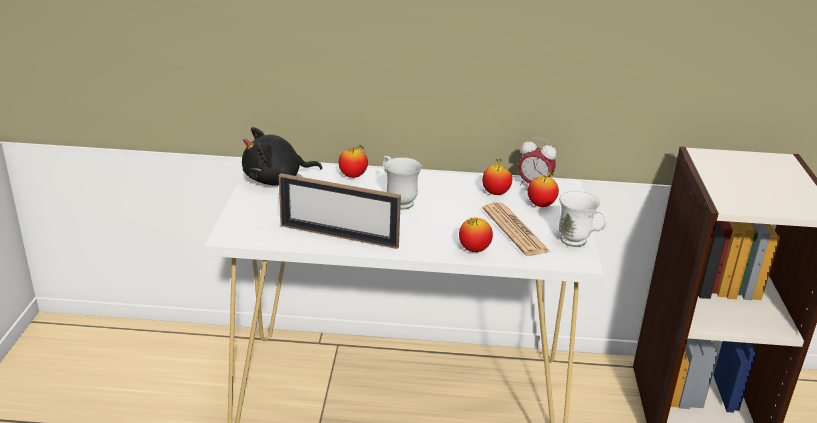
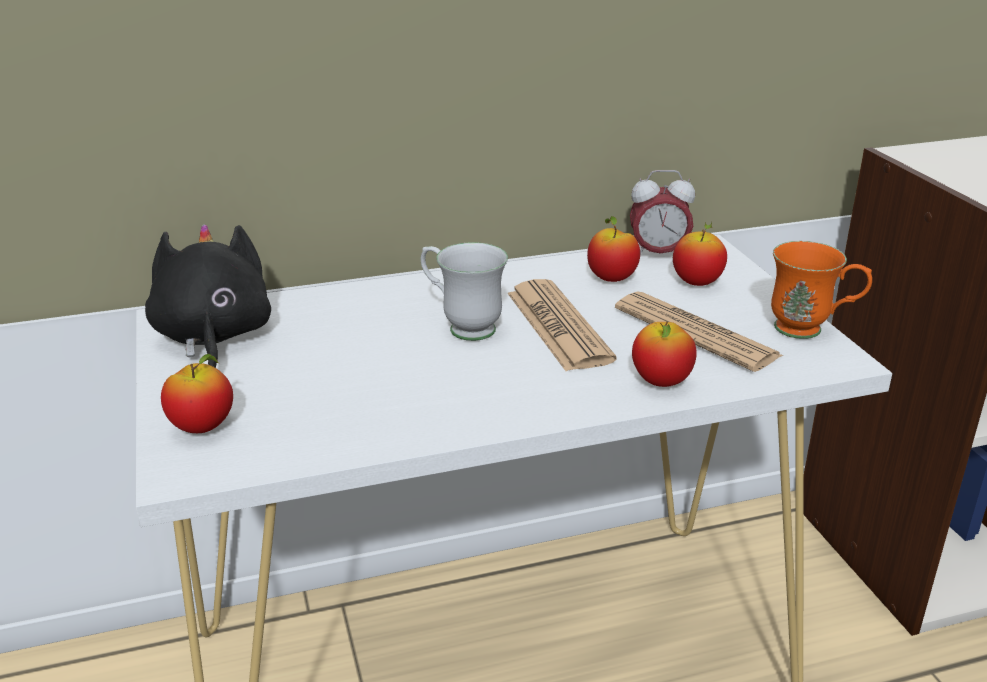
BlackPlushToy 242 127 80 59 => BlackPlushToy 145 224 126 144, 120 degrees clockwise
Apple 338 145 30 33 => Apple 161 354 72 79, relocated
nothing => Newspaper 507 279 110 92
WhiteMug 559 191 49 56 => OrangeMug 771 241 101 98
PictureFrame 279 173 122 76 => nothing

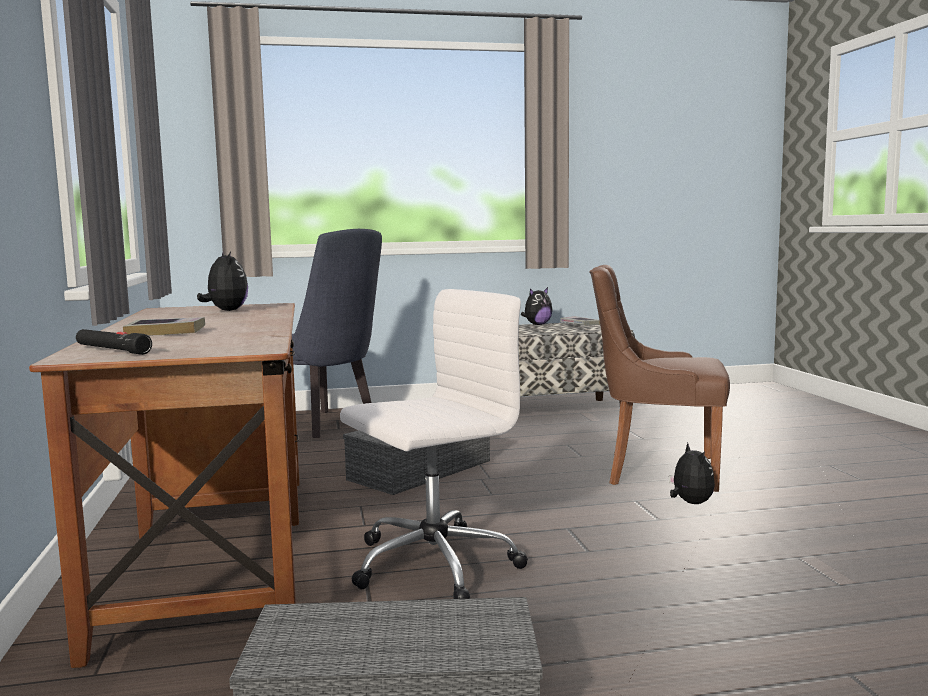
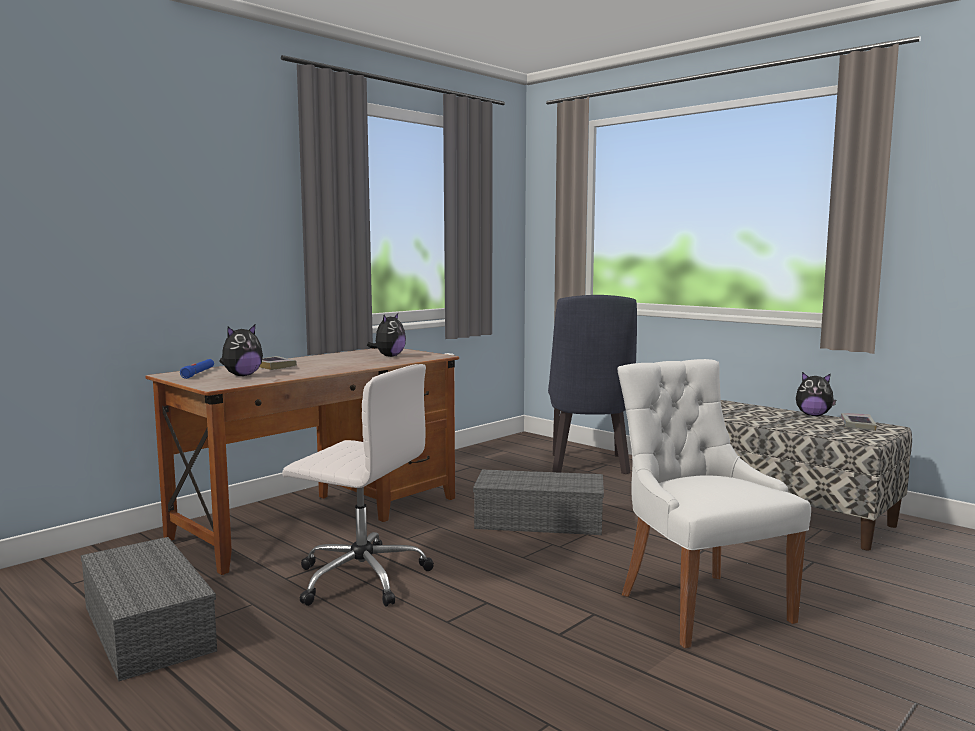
BlackFlashlight 76 329 76 26 => BlueFlashlight 180 359 34 20
PlushToy 669 443 46 61 => PlushToy 219 325 44 51, relocated
BrownChair 589 265 141 227 => WhiteChair 618 359 193 289

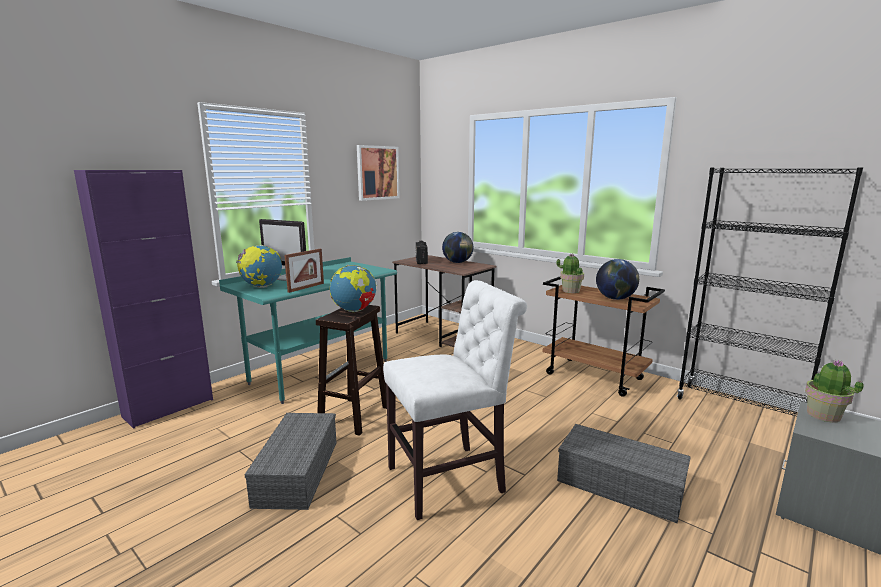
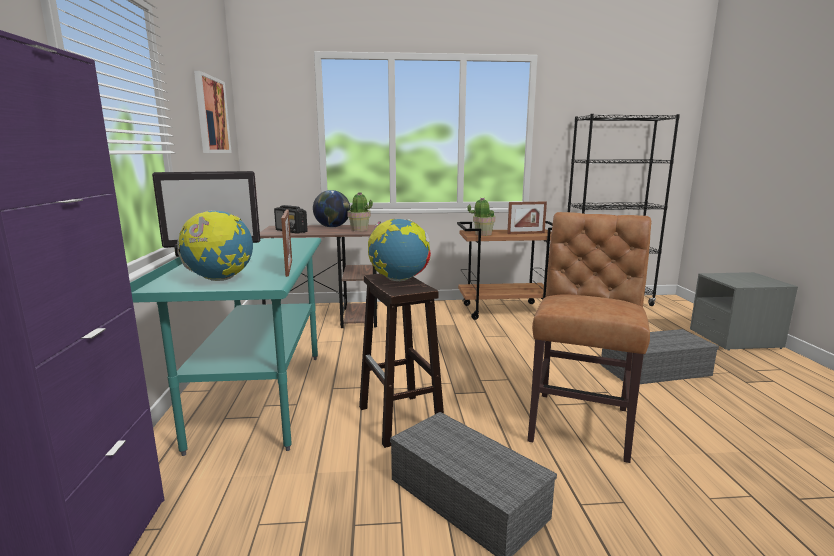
PottedPlant 805 360 59 63 => PottedPlant 347 192 26 39, relocated
Globe 596 259 43 41 => PictureFrame 507 201 40 33
WhiteChair 383 280 144 240 => BrownChair 528 212 123 251

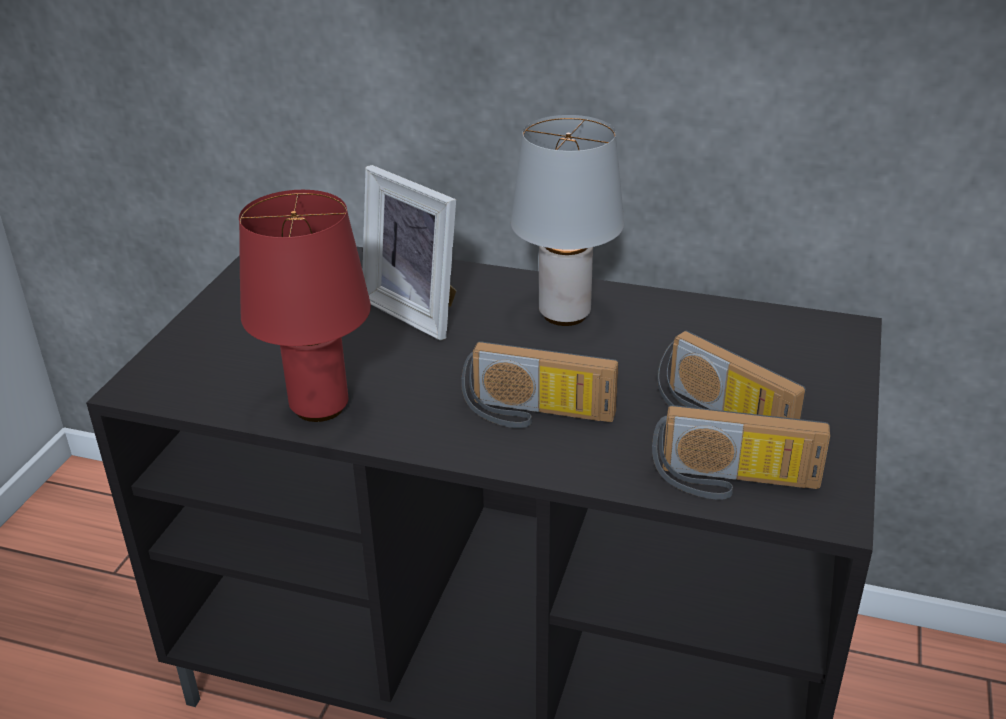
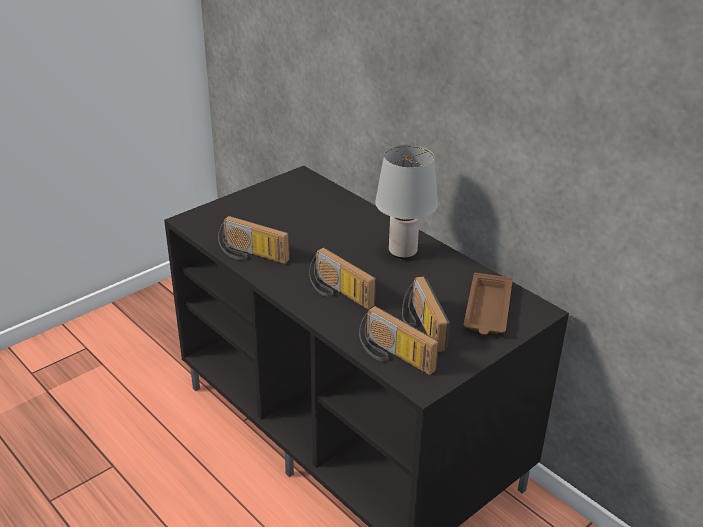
RedTableLamp 239 190 132 232 => Radio 218 216 72 48
nothing => BrownTray 464 273 49 62
PictureFrame 362 165 94 175 => nothing

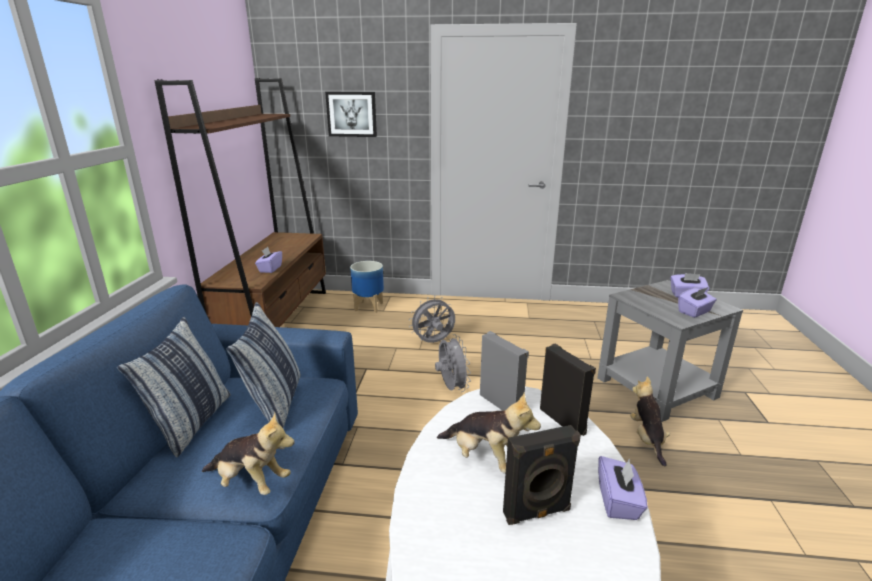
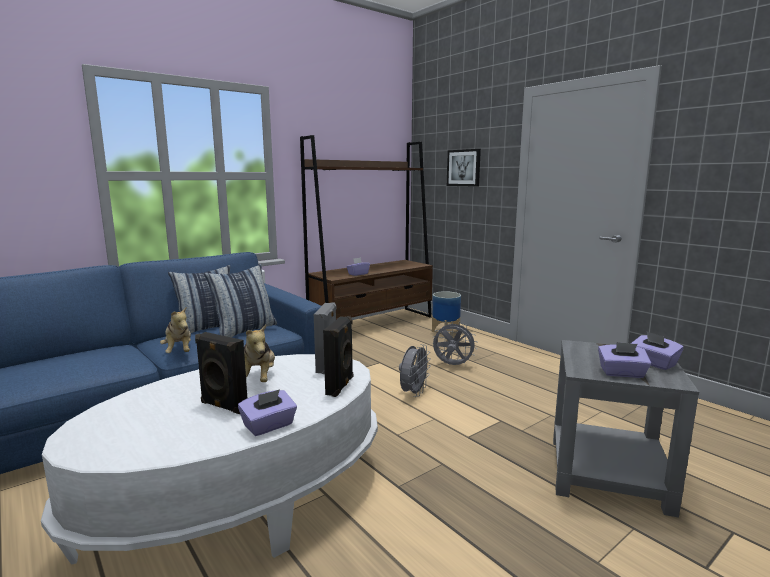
PlushToy 630 376 40 90 => nothing

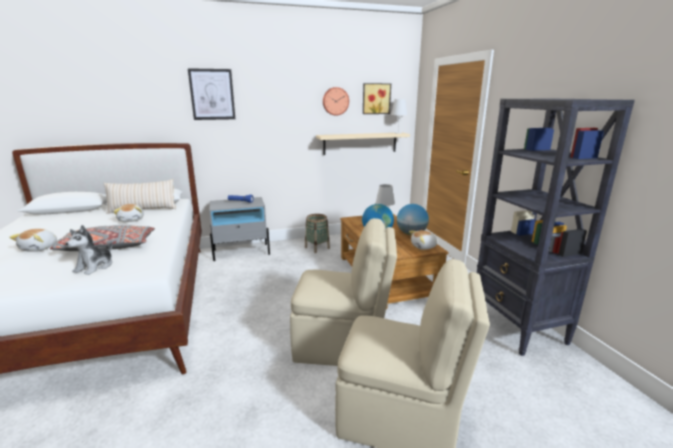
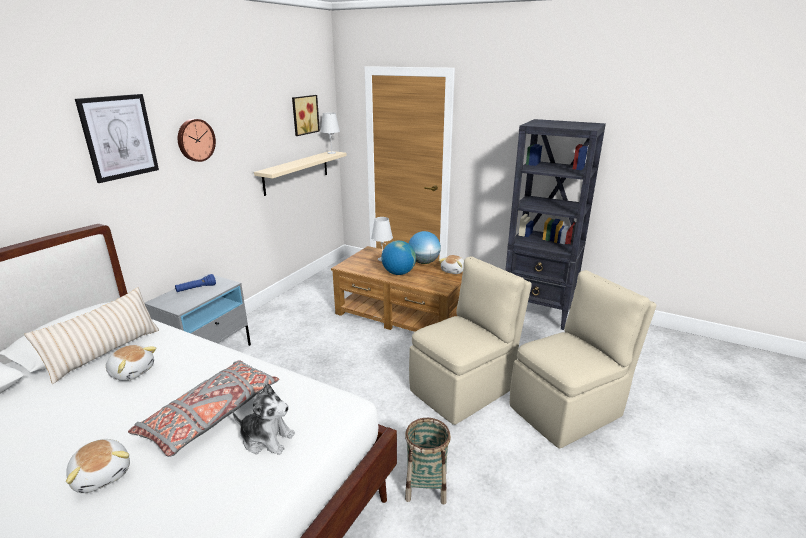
WallClock 323 87 26 28 => WallClock 178 119 38 43, relocated
PlushToy 65 225 47 50 => PlushToy 232 383 63 72, 45 degrees counterclockwise
Basket 305 214 25 39 => Basket 405 418 46 87, relocated

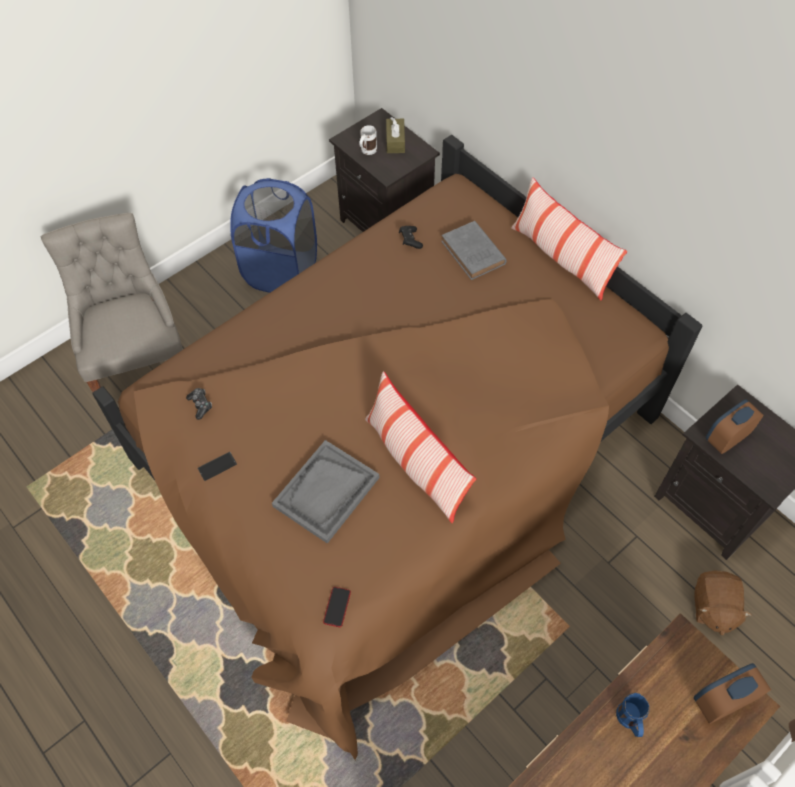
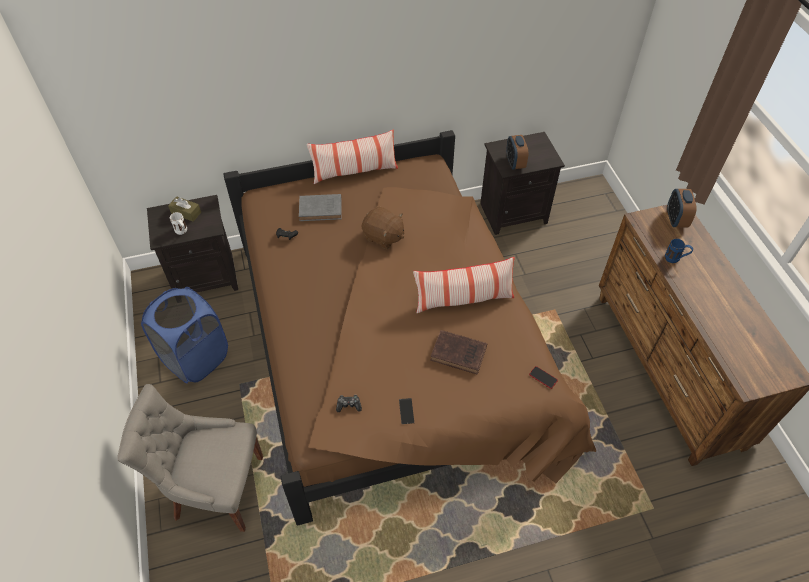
BrownPlushToy 694 571 58 65 => BrownPlushToy 361 207 43 43, relocated
GreyTray 272 440 107 104 => BrownBook 430 330 57 45

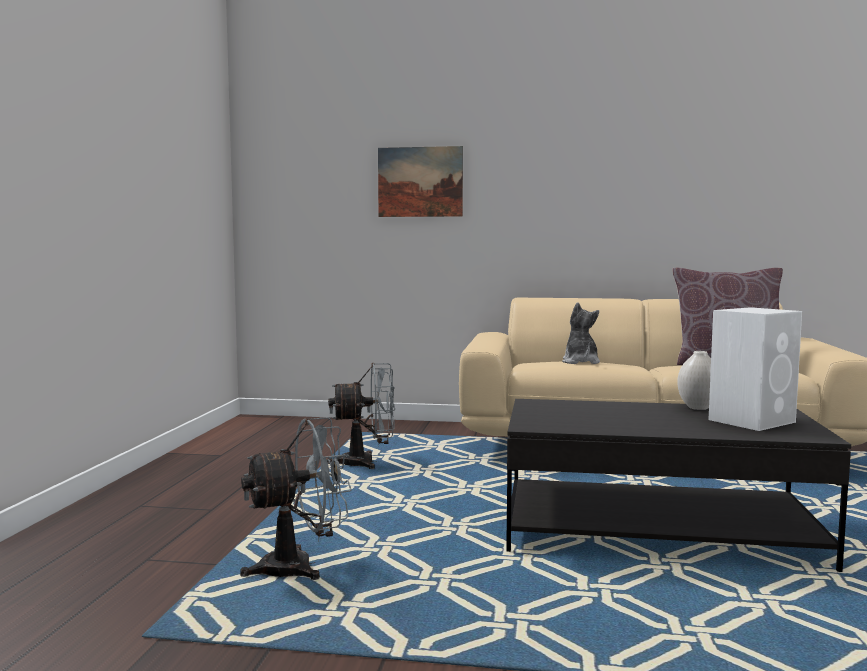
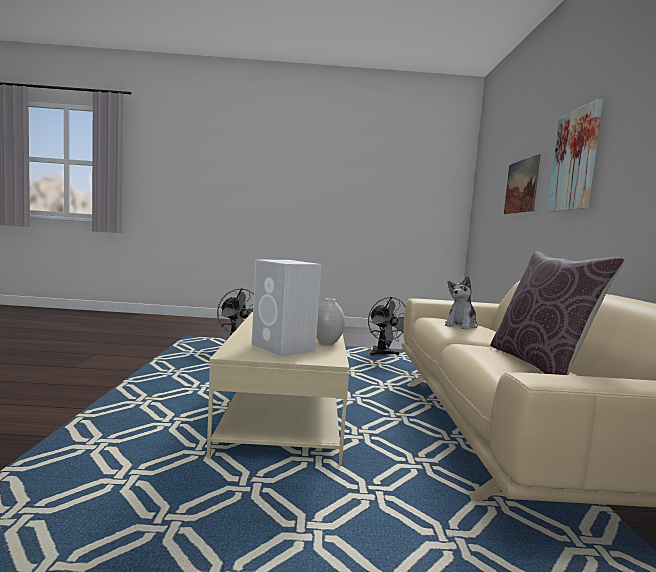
BlackCoffeeTable 506 399 345 173 => BeigeCoffeeTable 207 312 142 153
PlushToy 562 302 38 62 => PlushToy 445 276 33 54, 135 degrees clockwise
nothing => Picture 547 99 56 113

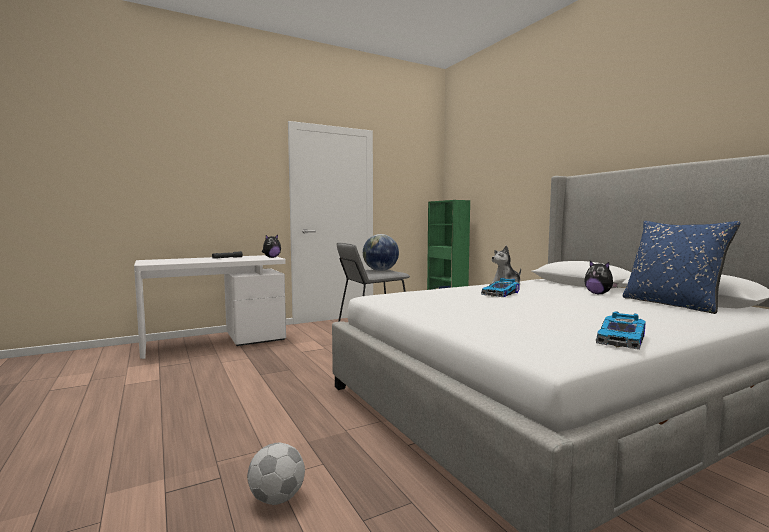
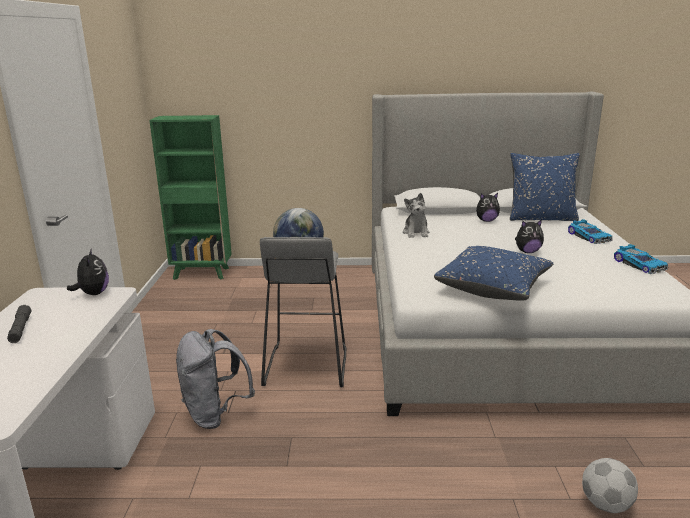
nothing => GreyBackpack 176 329 79 100
nothing => BluePillow 434 246 119 55
nothing => PlushToy 515 220 29 33
ToyCar 481 278 39 19 => ToyCar 568 219 45 25, relocated

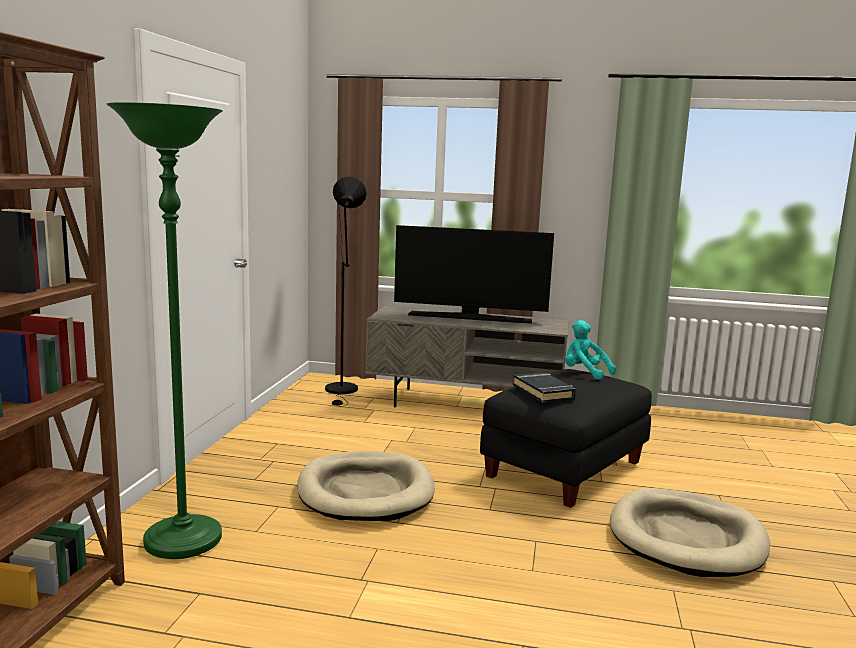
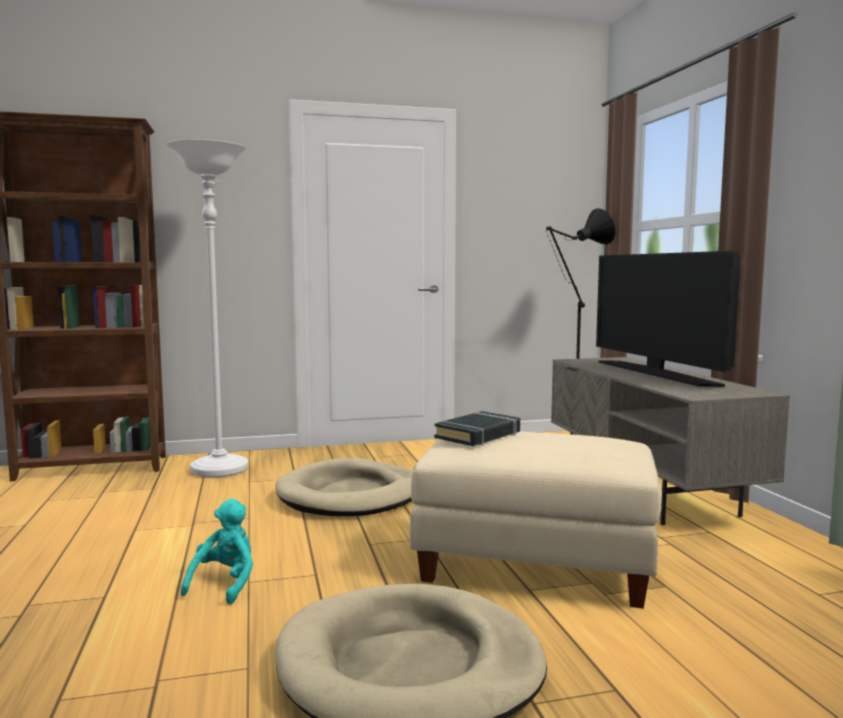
GreenFloorLamp 107 102 116 457 => WhiteFloorLamp 166 139 82 339
TurquoisePlushToy 565 320 51 60 => TurquoisePlushToy 181 499 72 105, relocated
BlackOttoman 480 369 172 139 => BeigeOttoman 410 431 251 177

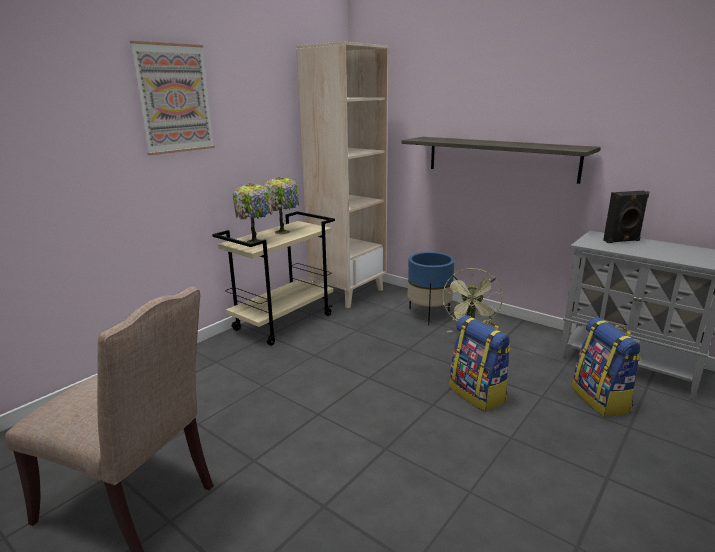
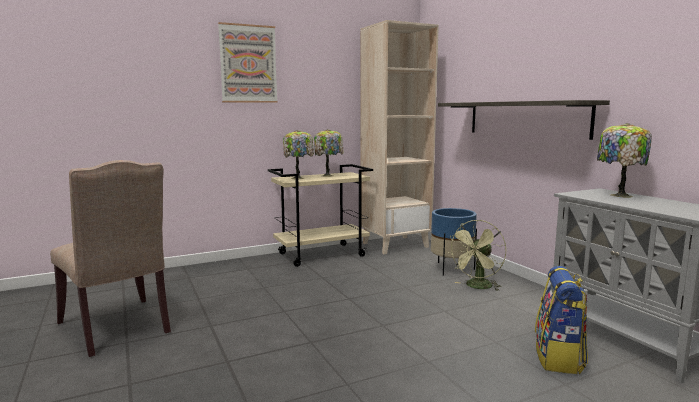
BlackSpeaker 603 191 46 52 => TableLamp 597 123 55 75
Backpack 449 316 62 96 => nothing

